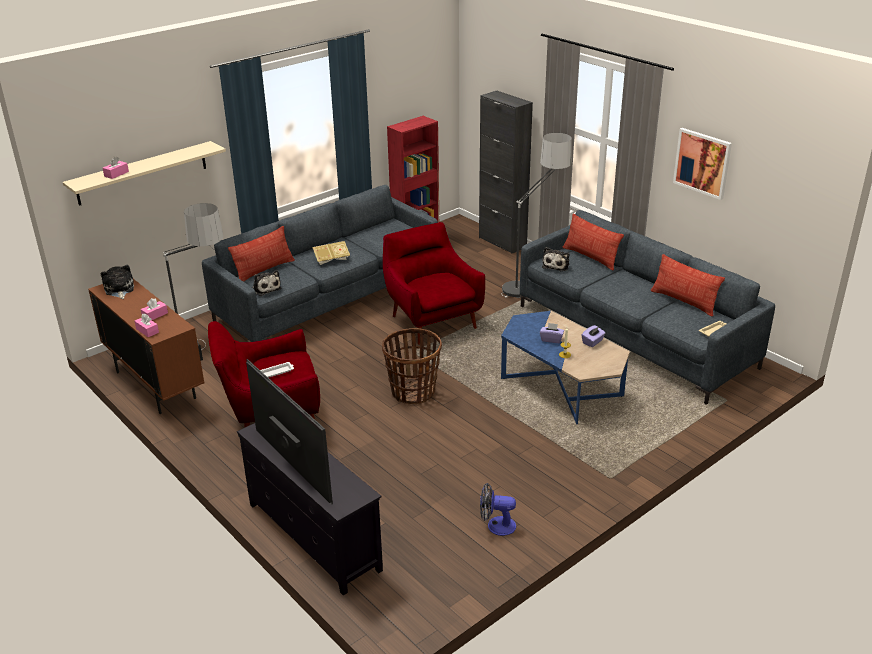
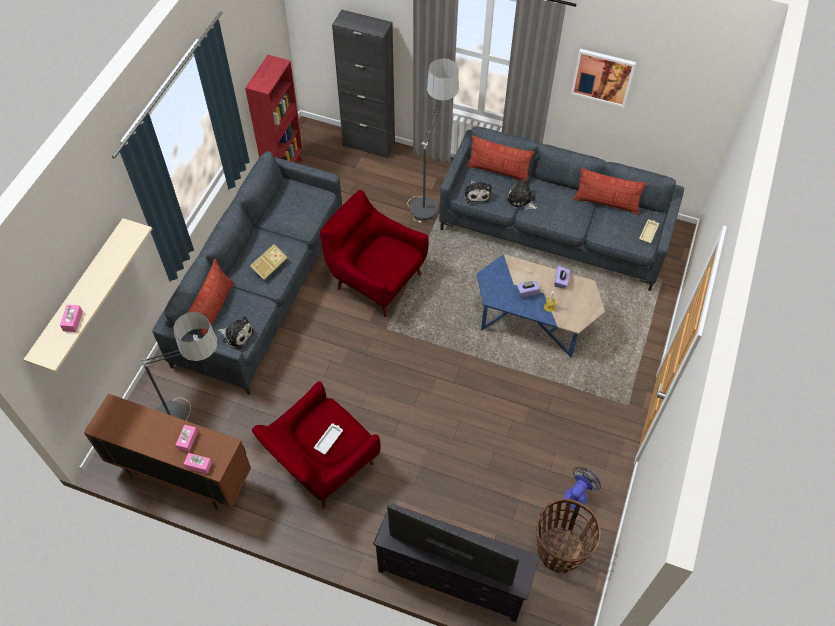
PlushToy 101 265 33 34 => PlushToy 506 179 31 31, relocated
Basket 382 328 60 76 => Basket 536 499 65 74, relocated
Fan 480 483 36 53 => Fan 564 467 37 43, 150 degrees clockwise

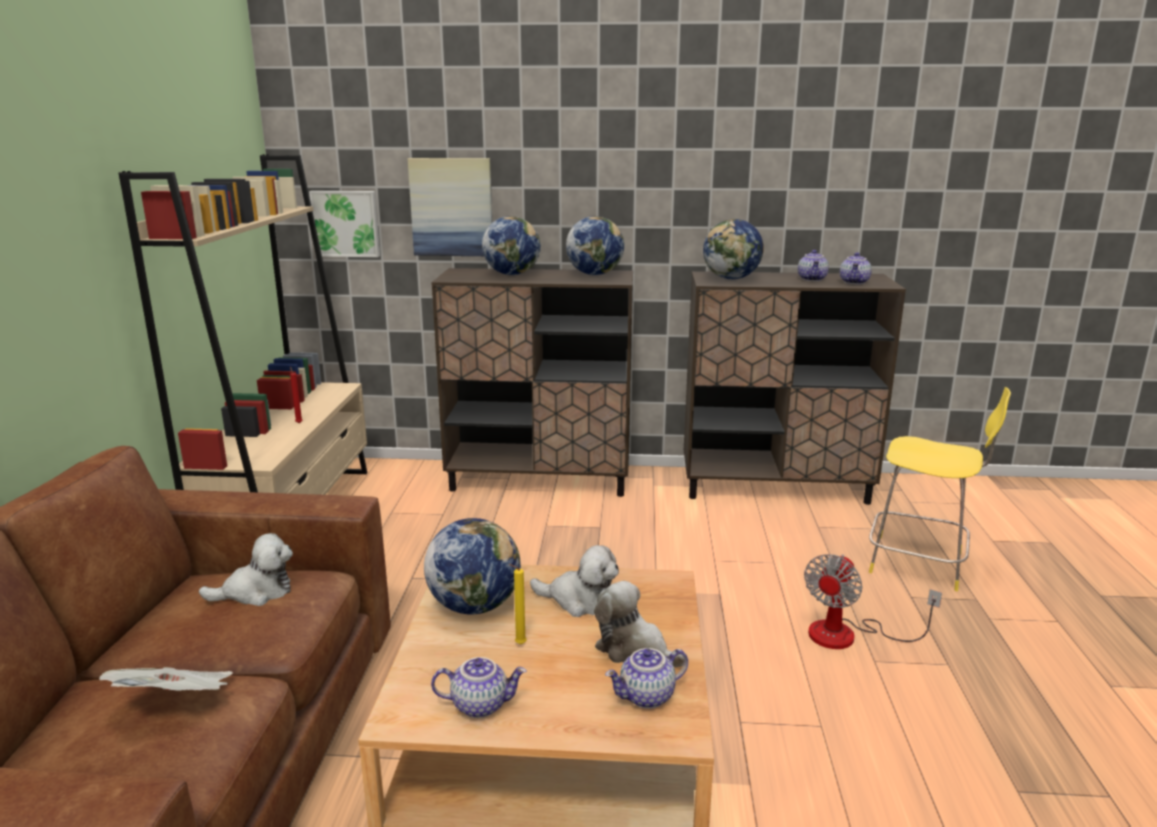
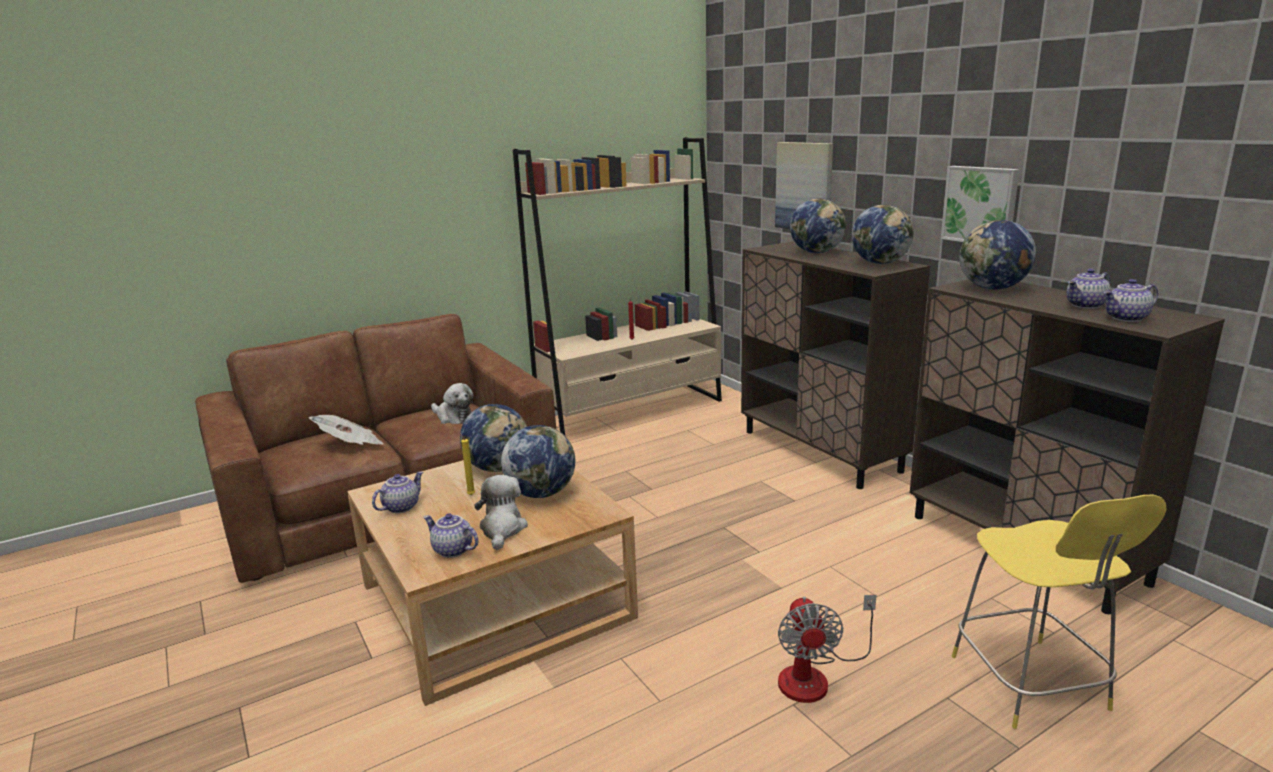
Teapot 431 657 96 61 => Teapot 372 471 51 42, 105 degrees counterclockwise
PlushToy 530 545 89 72 => Globe 501 425 74 73
Fan 804 554 138 95 => Fan 778 595 98 108, 90 degrees counterclockwise
Picture 309 191 71 66 => Picture 941 166 79 76, relocated

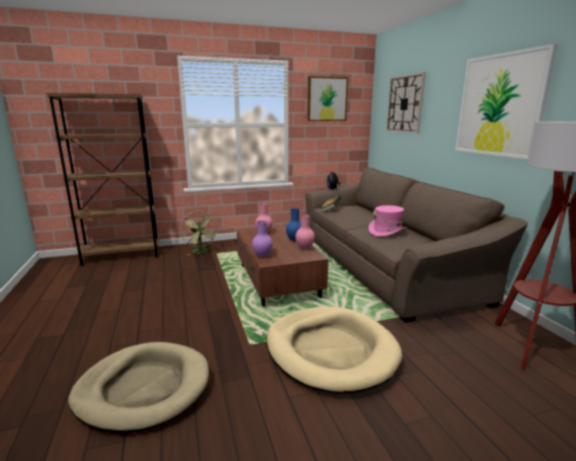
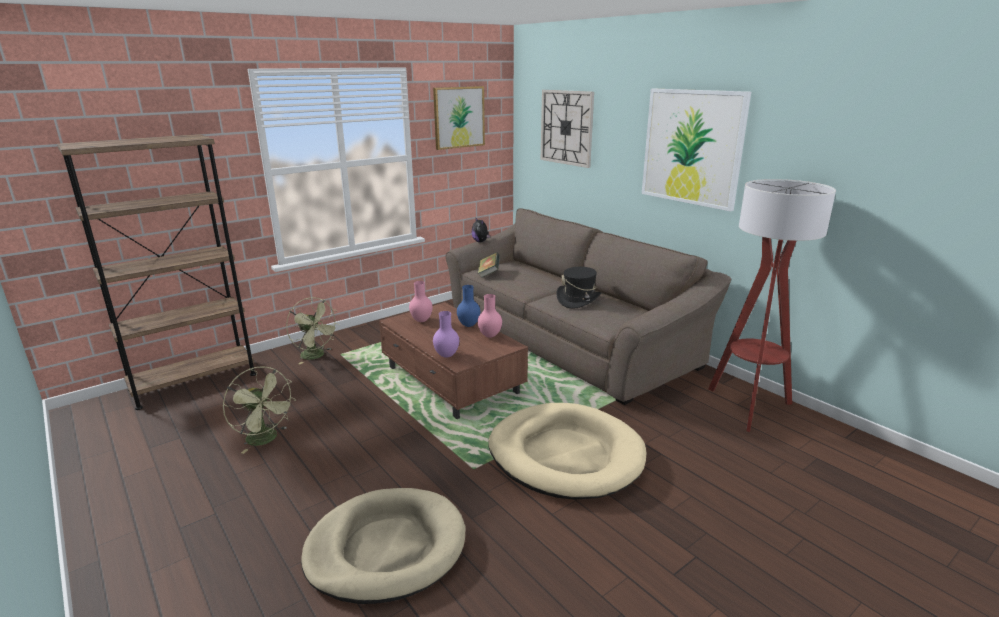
nothing => GreenFan 222 366 74 88
PinkHat 368 205 40 32 => BlackHat 556 267 46 42

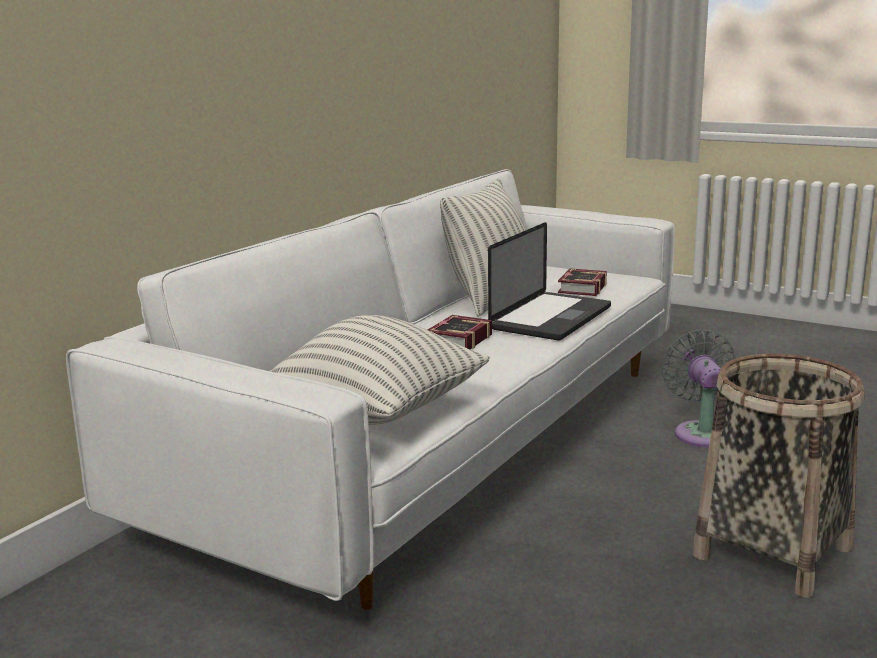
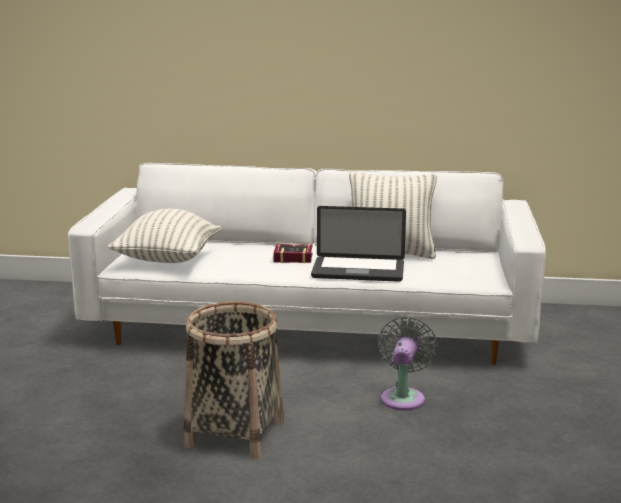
GreyFan 662 330 74 118 => GreyFan 378 316 60 95, 45 degrees counterclockwise
Book 558 269 49 27 => nothing

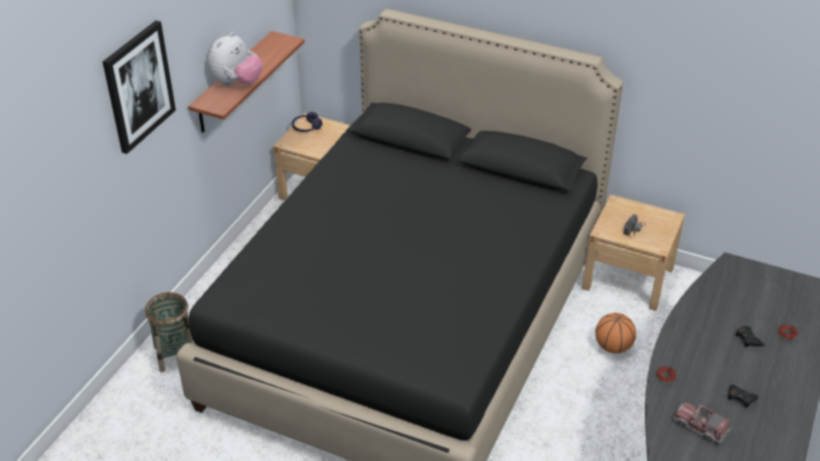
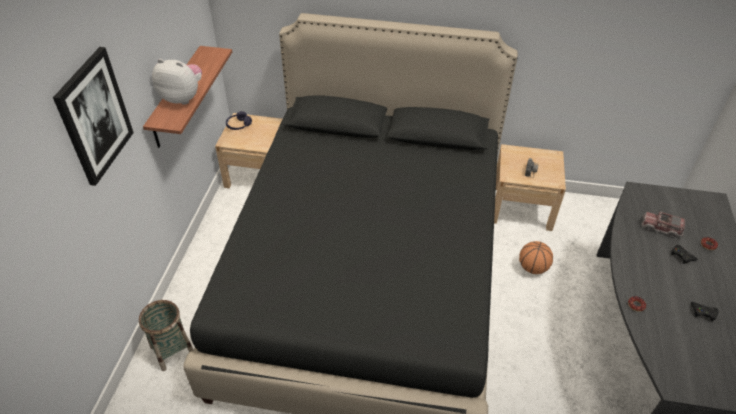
PlushToy 208 32 55 54 => PlushToy 152 59 50 46, 90 degrees counterclockwise
ToyTruck 674 402 57 42 => ToyTruck 641 212 44 26, relocated

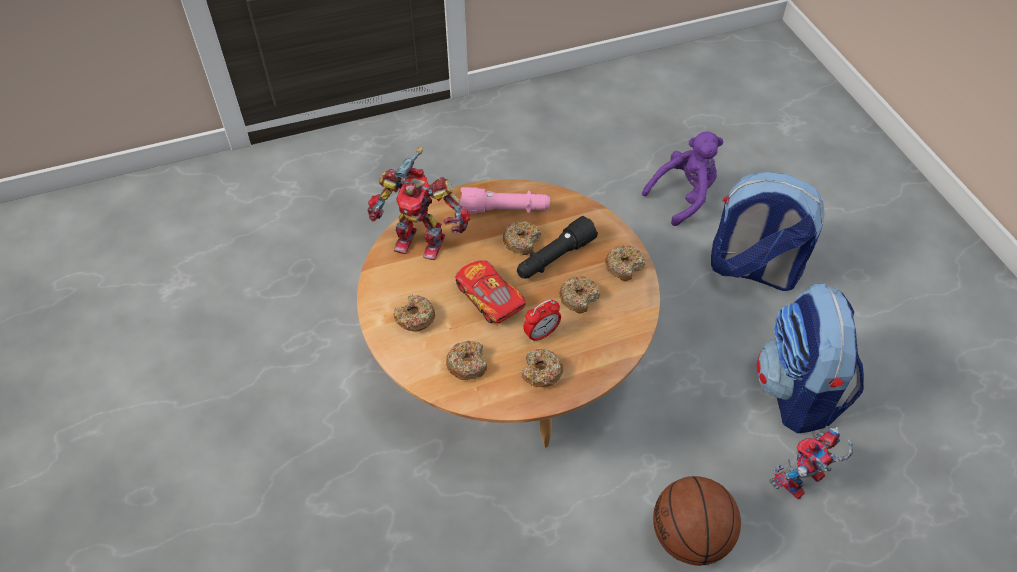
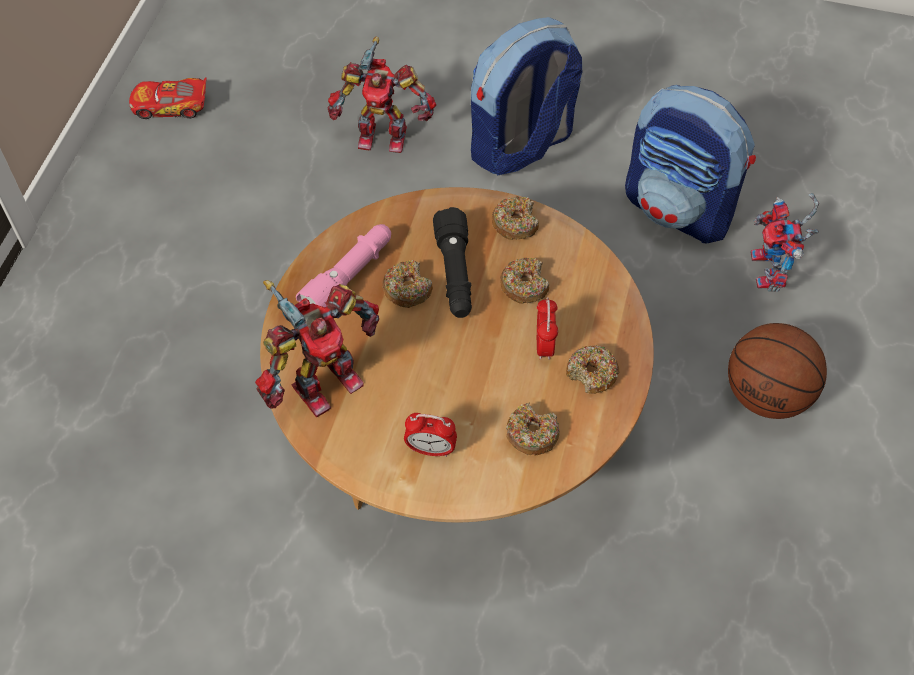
ToyCar 456 260 70 63 => ToyCar 129 77 78 42, relocated
PurplePlushToy 642 131 82 95 => ToyRobot 328 36 108 117
Donut 393 294 42 38 => AlarmClock 404 413 53 44

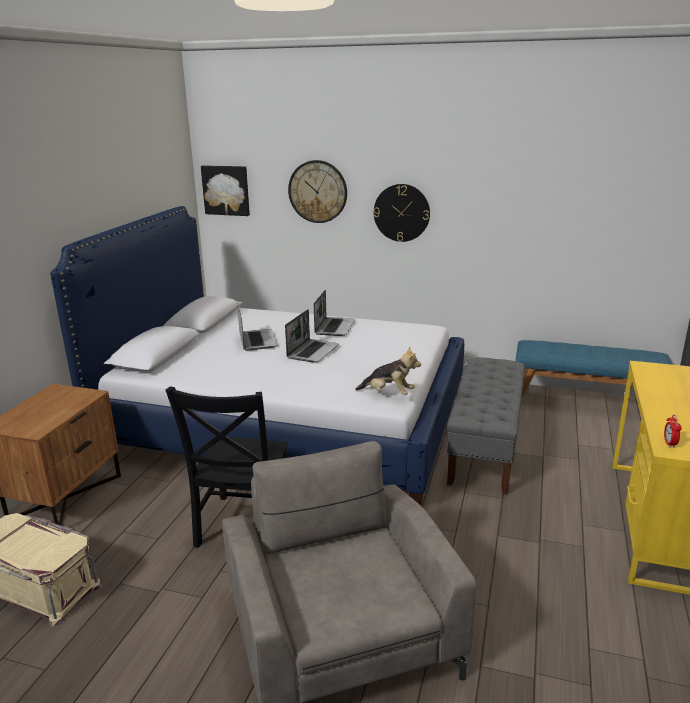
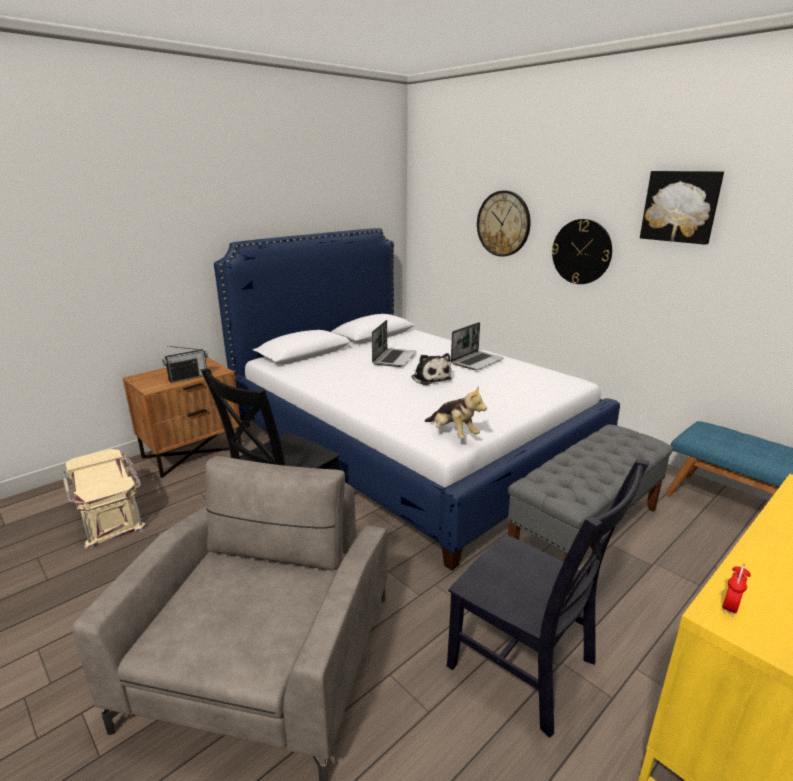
nothing => Radio 162 346 46 37
Laptop 285 310 54 53 => PlushToy 411 353 41 32
nothing => BlackChair 447 459 202 279
Picture 201 165 49 51 => Picture 640 171 84 74, relocated

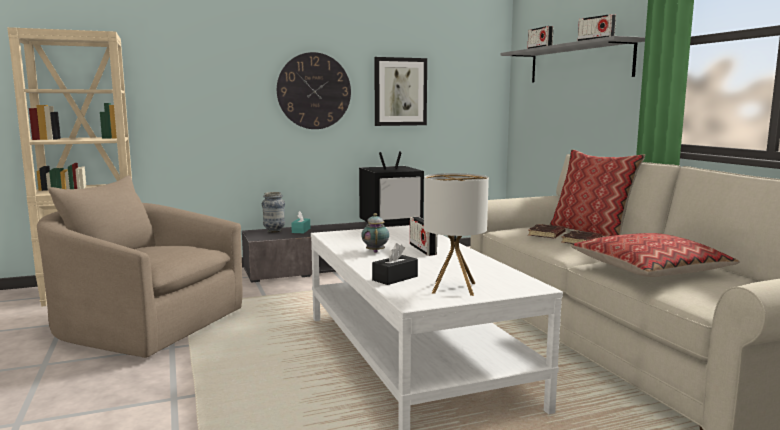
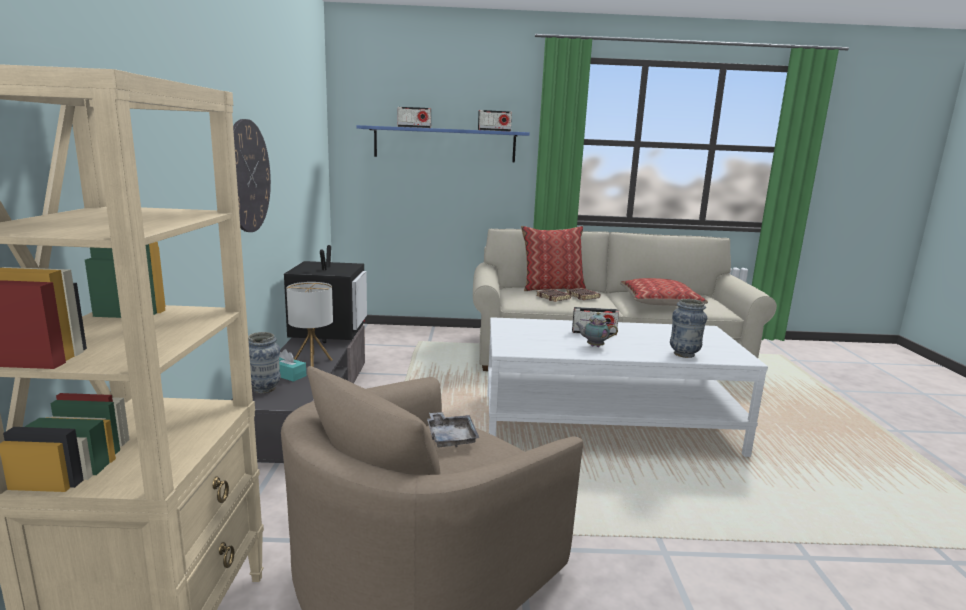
TableLamp 424 173 65 123 => TableLamp 286 282 47 85, relocated
GreyShelf 500 36 145 47 => BlueShelf 357 125 173 37
nothing => GreyTray 427 412 52 35
BlackTissueBox 372 243 46 42 => Vase 670 299 37 59
Picture 374 57 53 69 => nothing

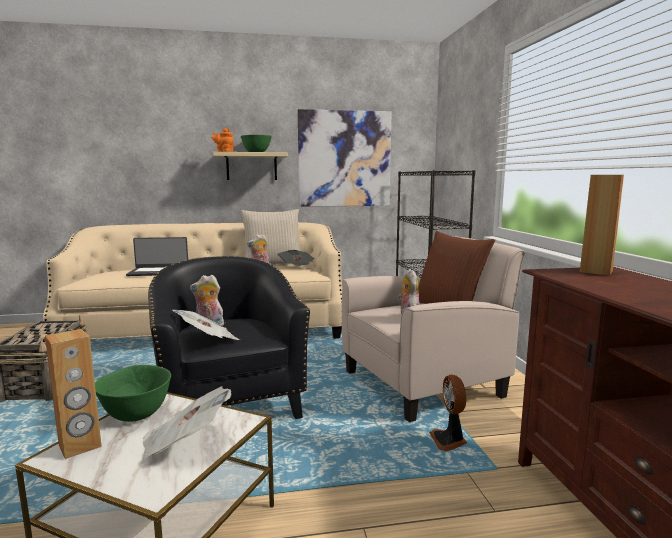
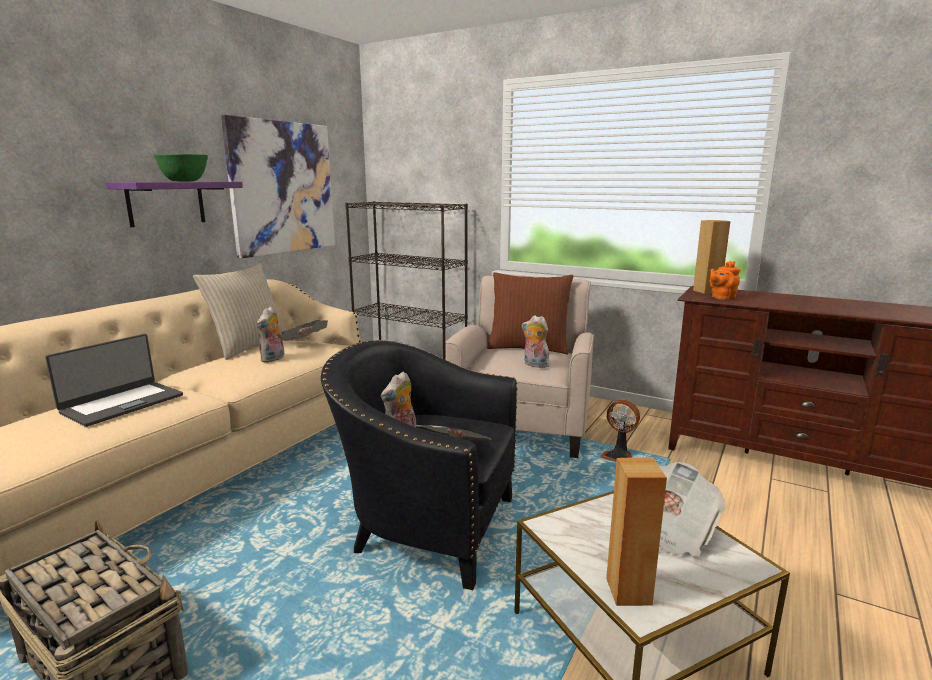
BeigeShelf 213 152 75 28 => PurpleShelf 106 182 137 45
OrangeTeapot 211 128 23 24 => OrangeTeapot 710 261 31 39, relocated
GreenBowl 95 365 76 57 => nothing

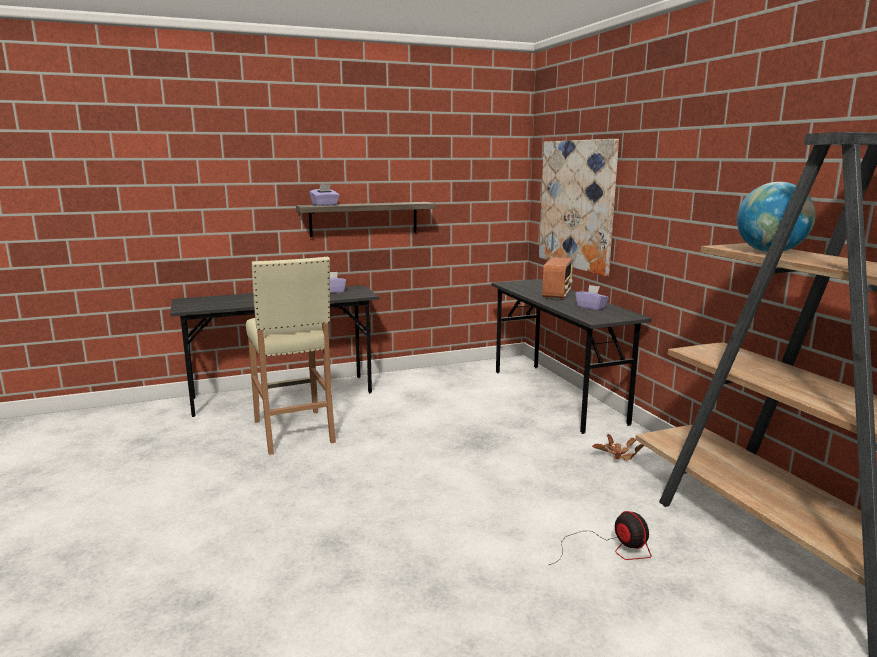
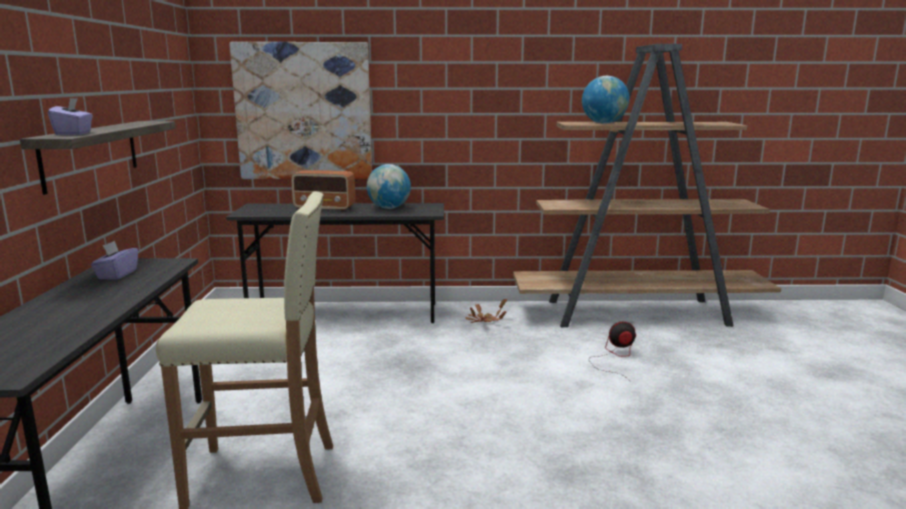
Radio 542 258 31 42 => Radio 291 170 64 41, 150 degrees clockwise
PurpleTissueBox 576 285 33 25 => Globe 367 164 44 45

